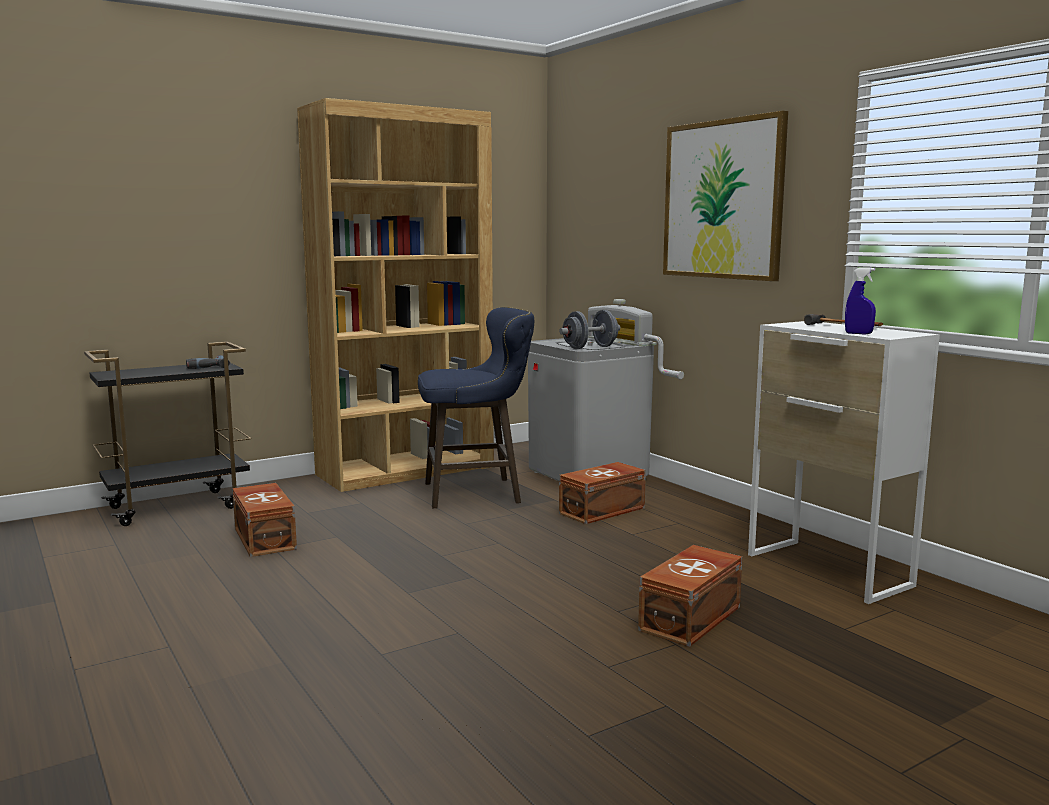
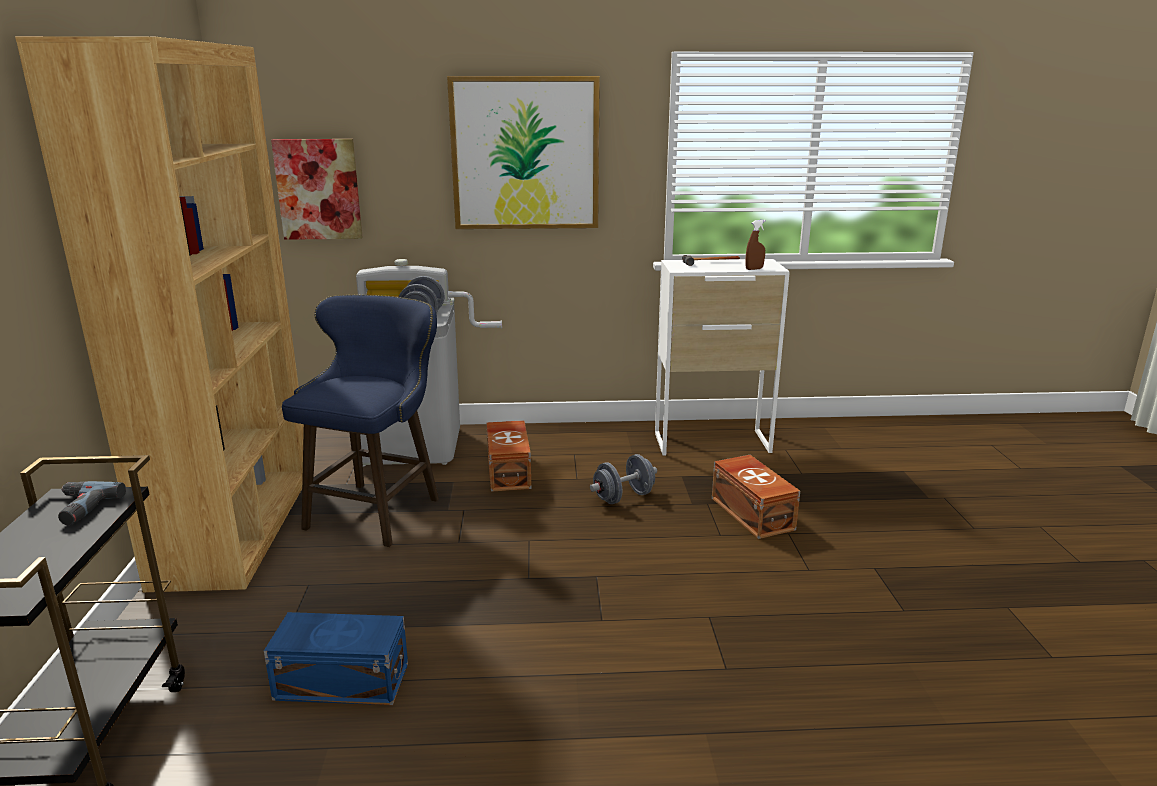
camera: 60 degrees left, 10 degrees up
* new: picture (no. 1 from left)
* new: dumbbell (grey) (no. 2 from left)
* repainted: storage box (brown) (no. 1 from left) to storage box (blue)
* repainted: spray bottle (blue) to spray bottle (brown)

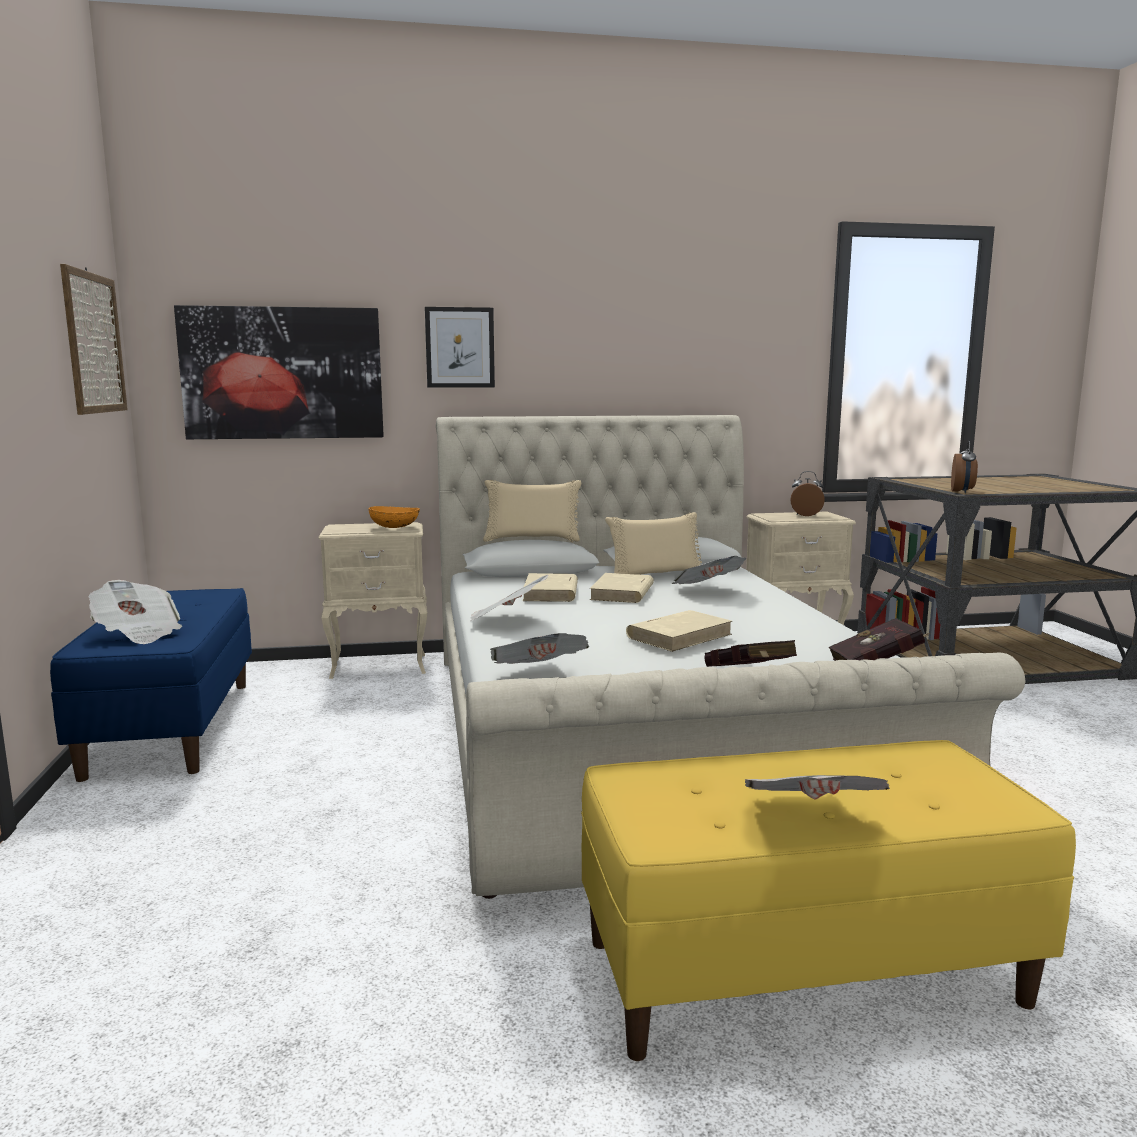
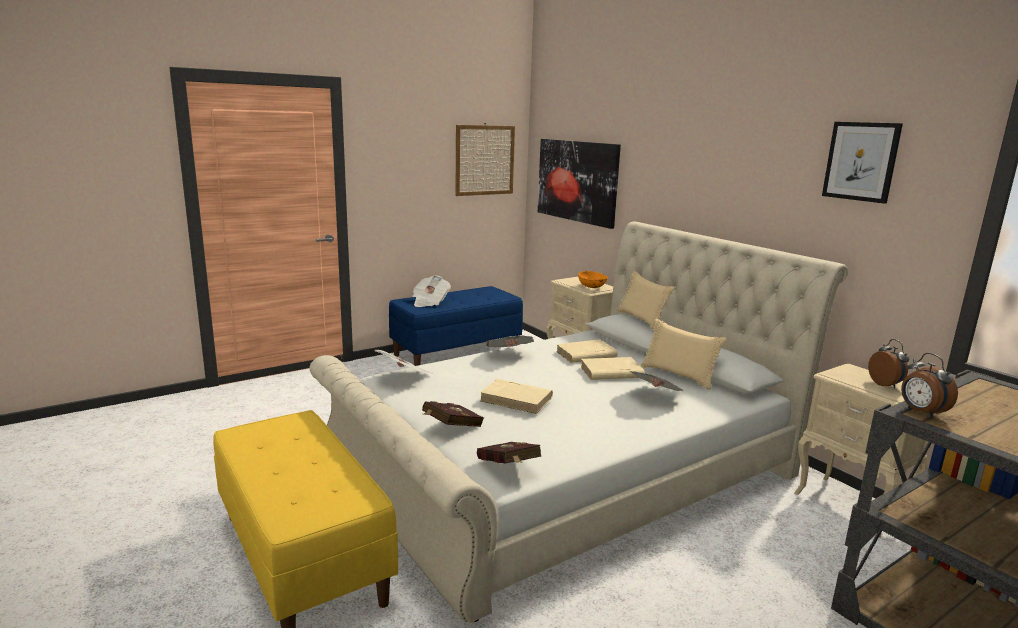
camera: 65 degrees right, 5 degrees up
* gone: newspaper (no. 5 from left)
* shifted: picture (no. 3 from left)
* rotated: alarm clock (no. 2 from left) 75 degrees clockwise

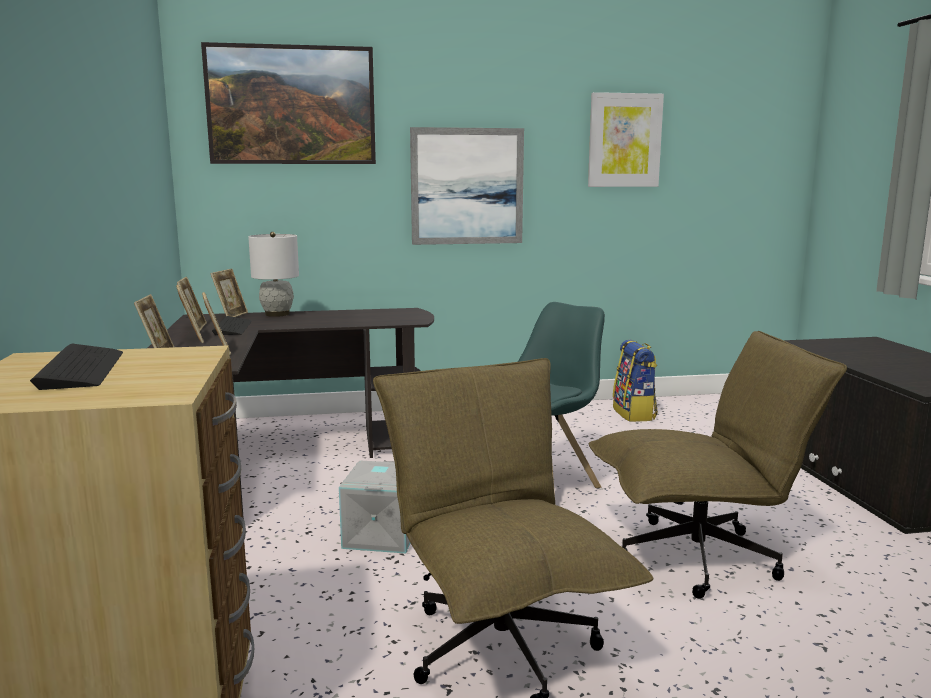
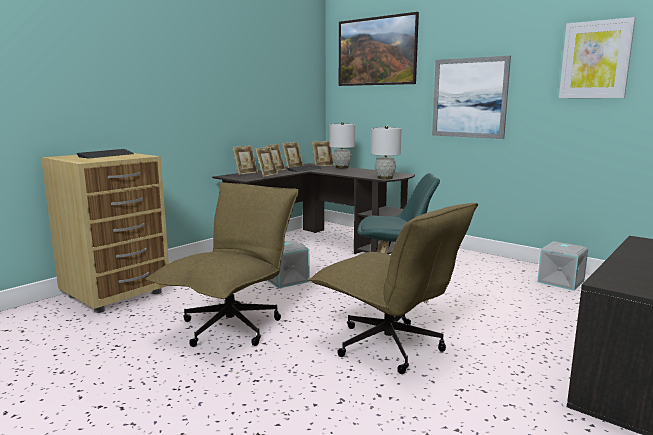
camera: 50 degrees right, 0 degrees up
* new: table lamp (white) (no. 2 from left)
* swapped: backpack to storage box (grey) (no. 2 from left)

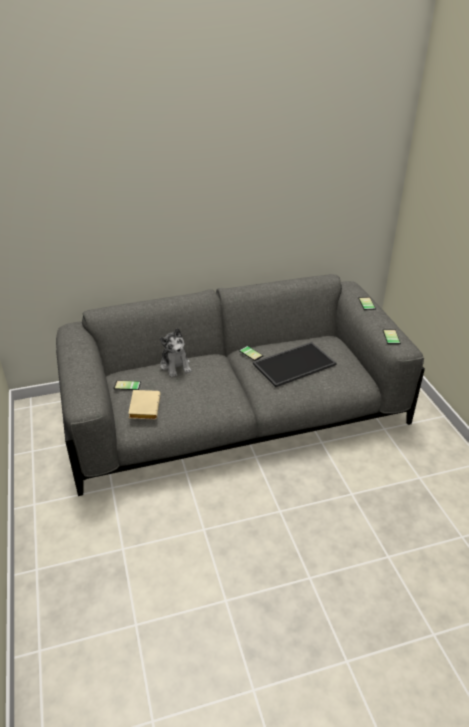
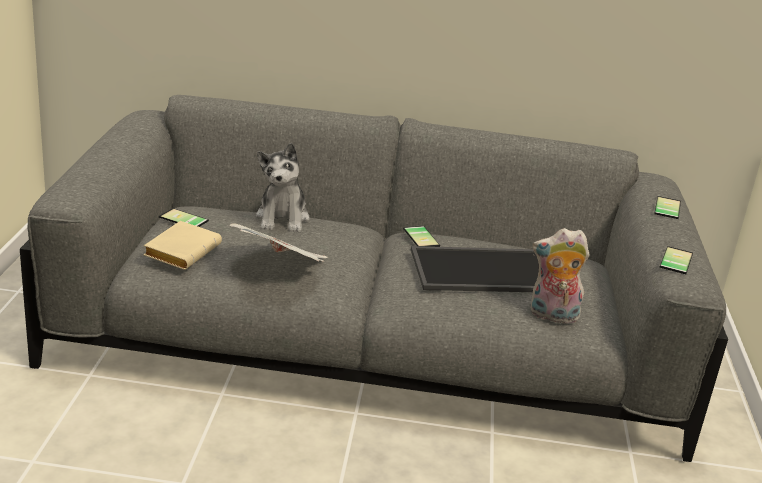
camera: 20 degrees right, 10 degrees down
* new: newspaper
* new: plush toy (no. 2 from left)

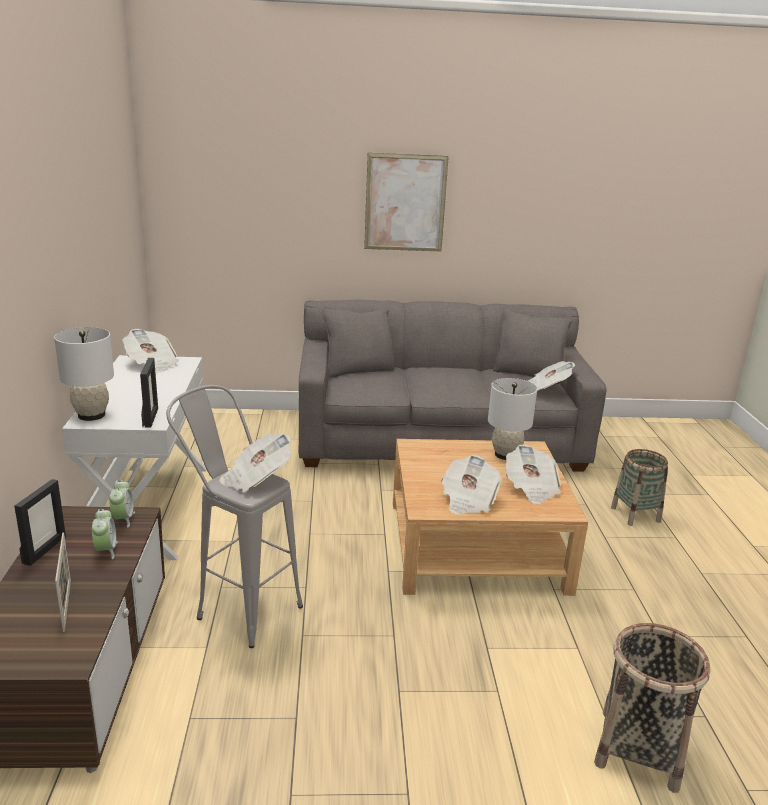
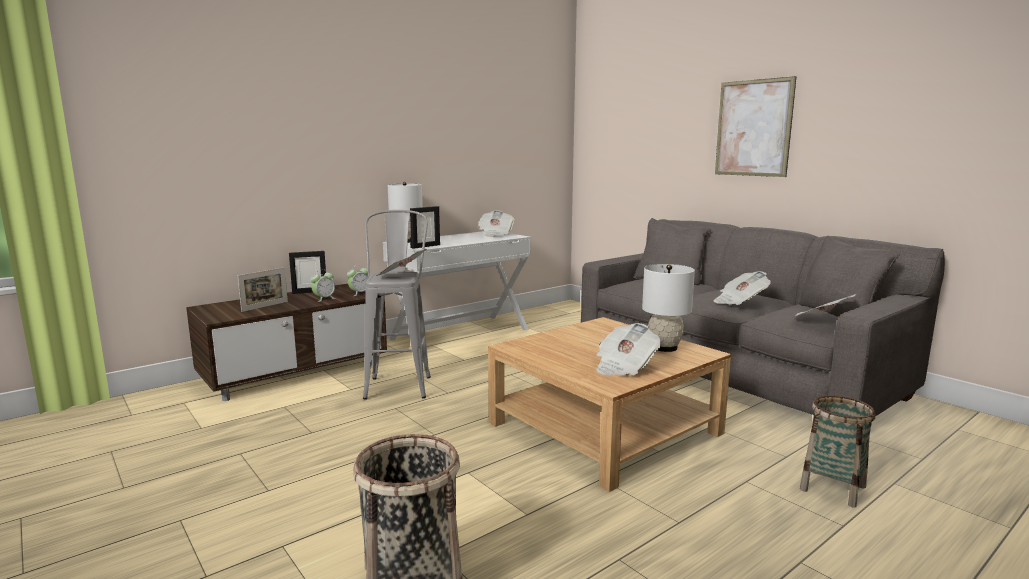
camera: 55 degrees right, 10 degrees down
* shifted: newspaper (no. 3 from left in the first image) to newspaper (no. 4 from left)

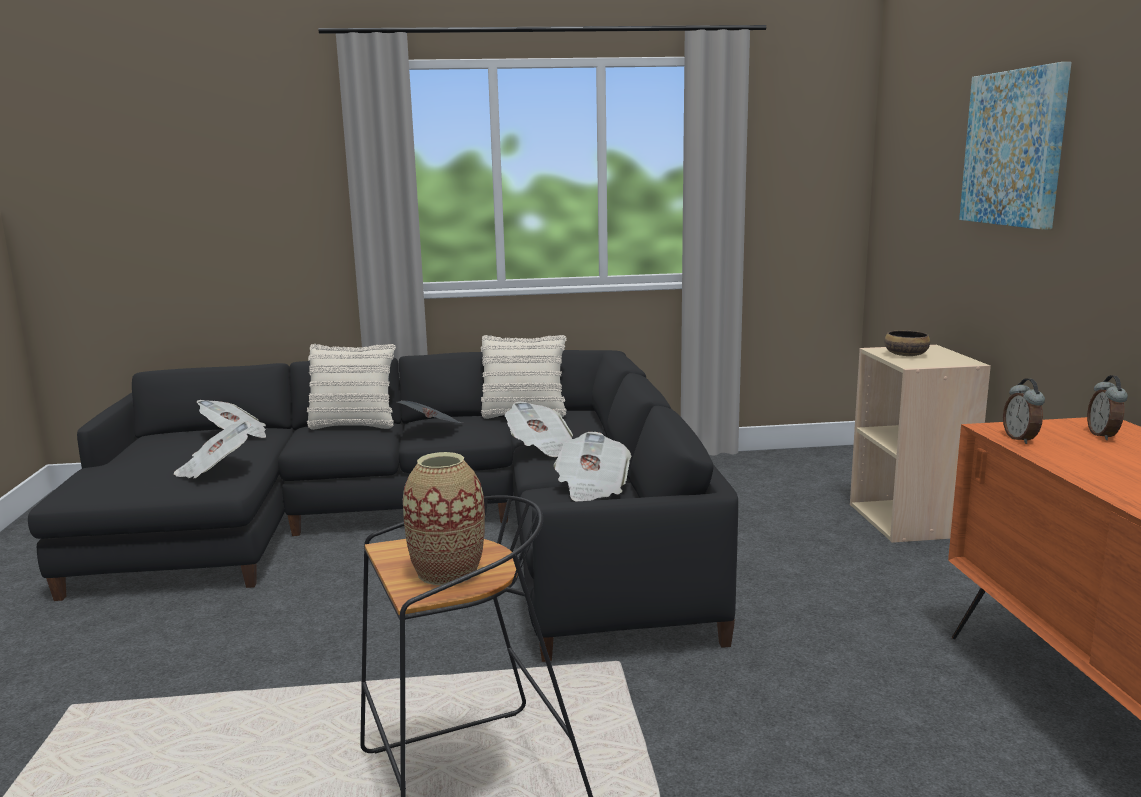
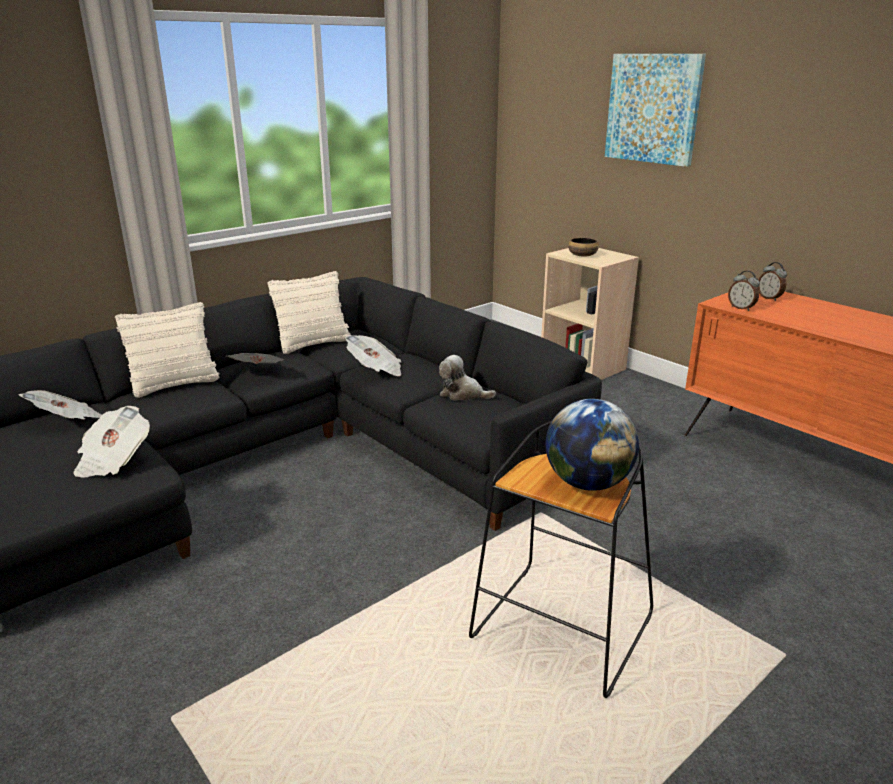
camera: 35 degrees left, 10 degrees up
* swapped: vase to globe
* swapped: newspaper (no. 5 from left) to plush toy

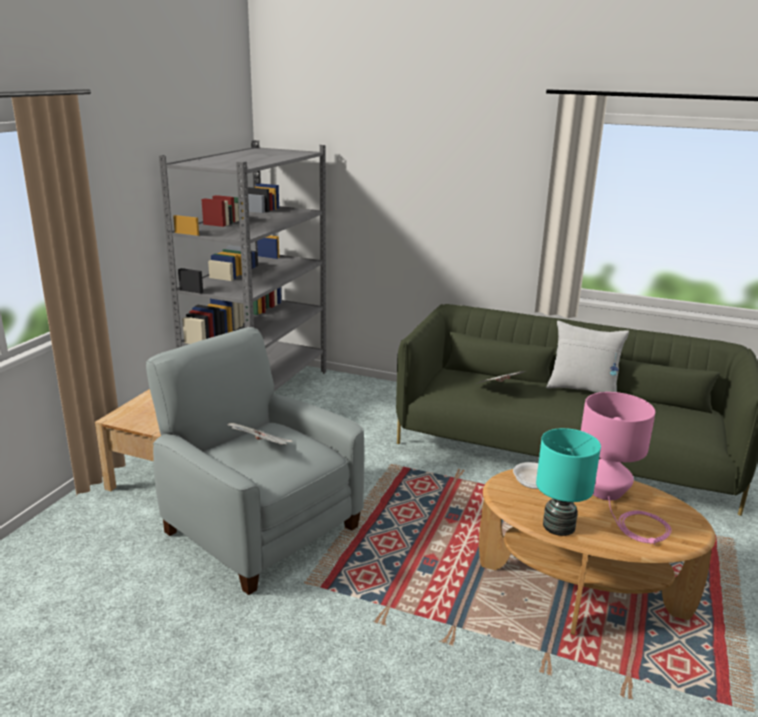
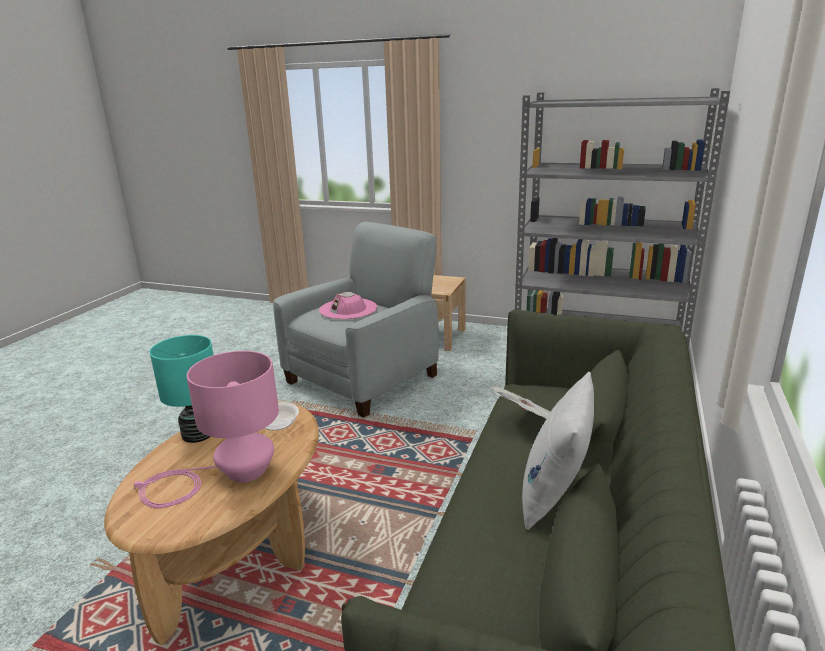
camera: 90 degrees right, 0 degrees up
* swapped: newspaper (no. 1 from left) to hat (pink)

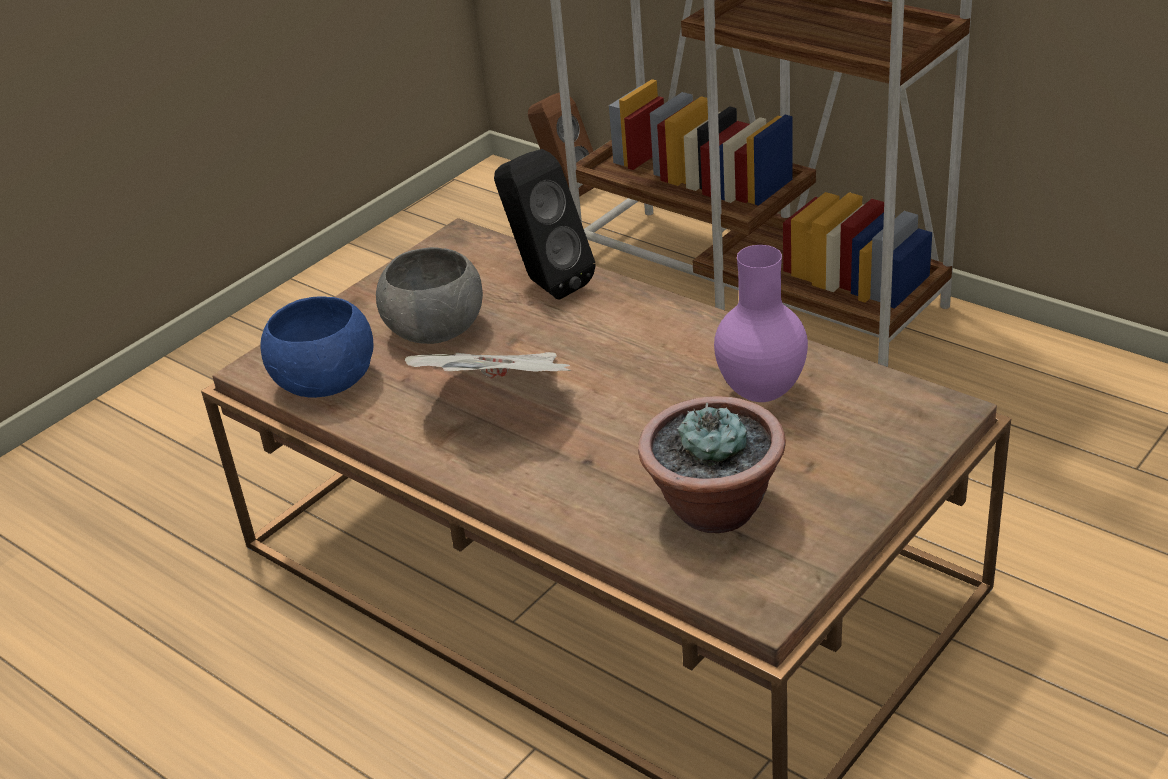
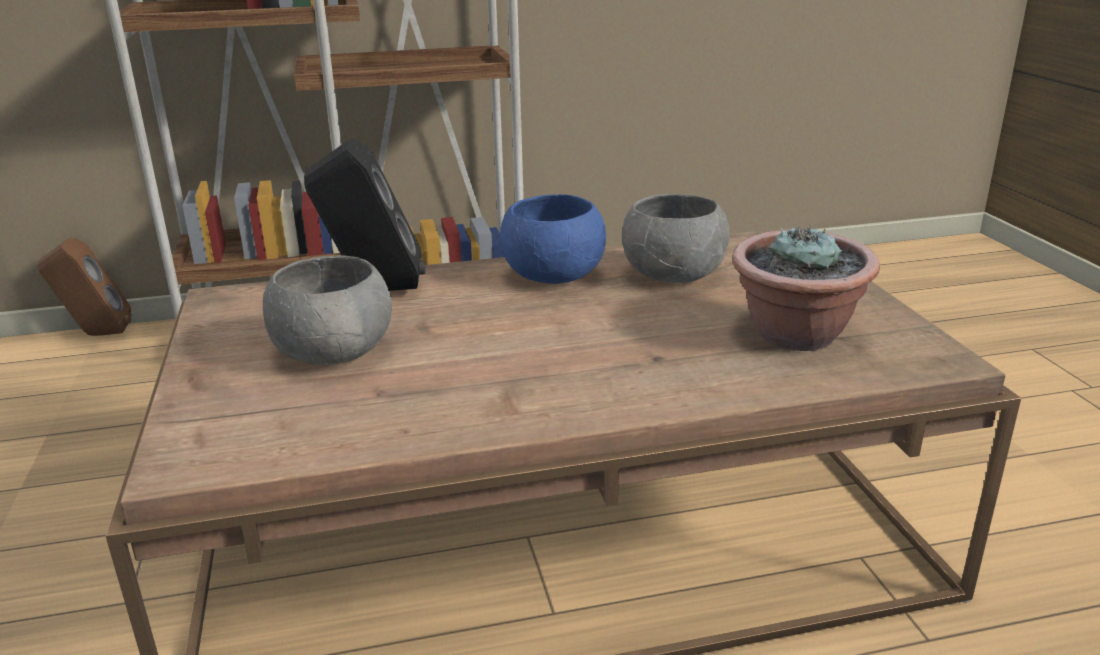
camera: 55 degrees left, 10 degrees down
* gone: newspaper
* shifted: bowl (blue)
* swapped: vase (purple) to bowl (grey) (no. 2 from left)

